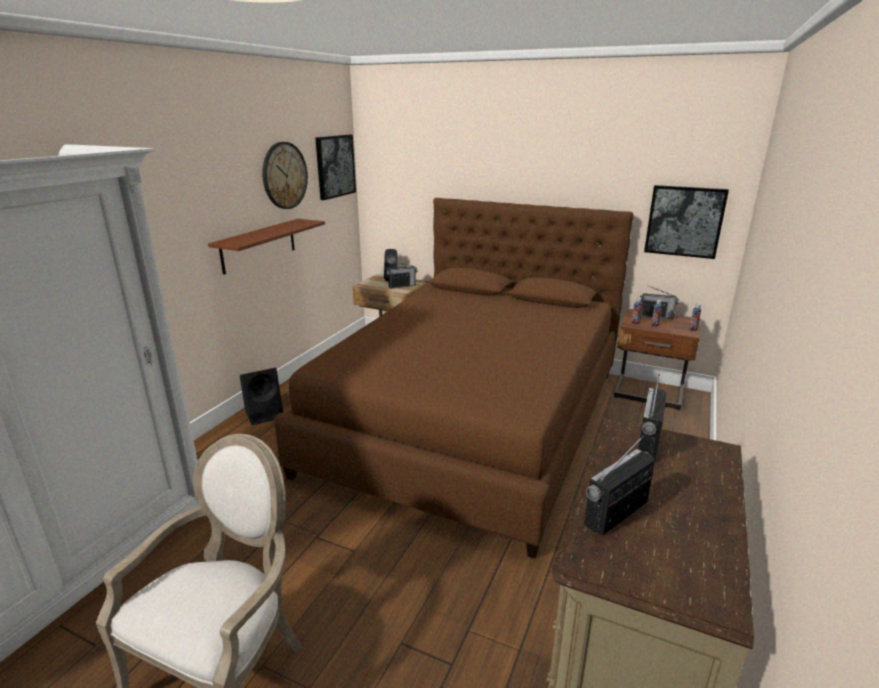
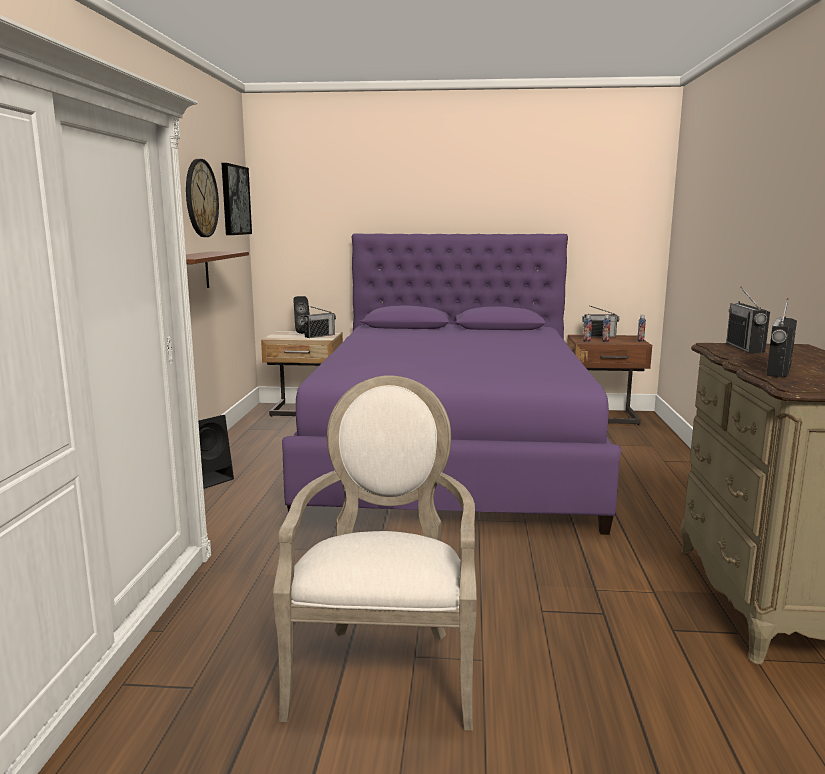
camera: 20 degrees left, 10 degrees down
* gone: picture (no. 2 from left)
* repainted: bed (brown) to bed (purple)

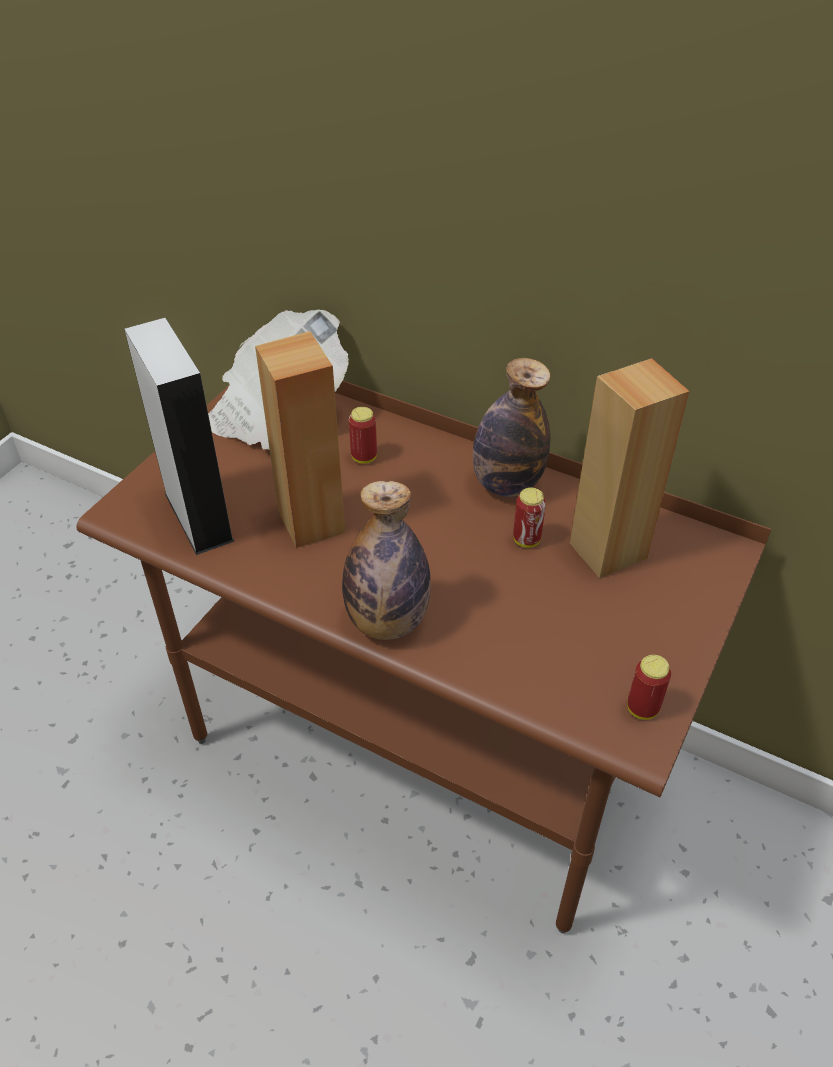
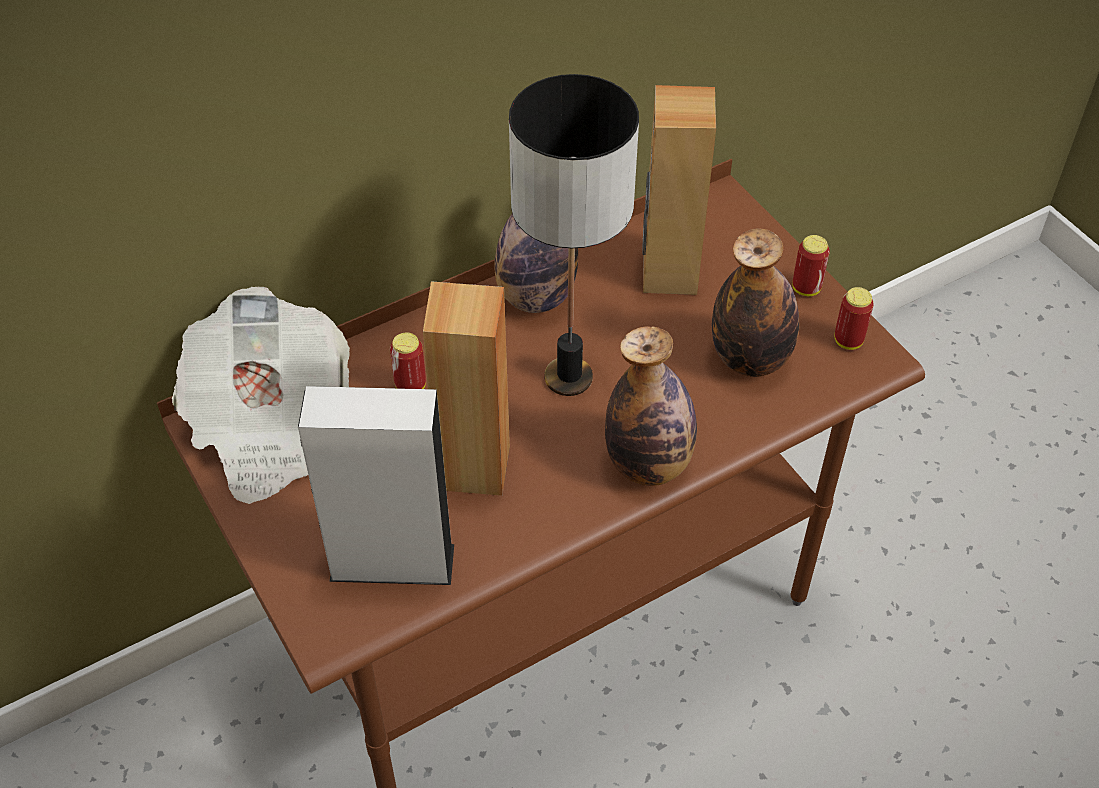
camera: 60 degrees left, 5 degrees up
* new: table lamp
* new: bottle (no. 3 from left)
* shifted: can (no. 2 from left)

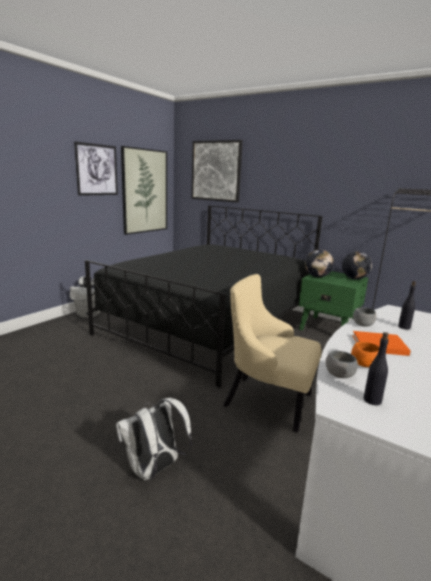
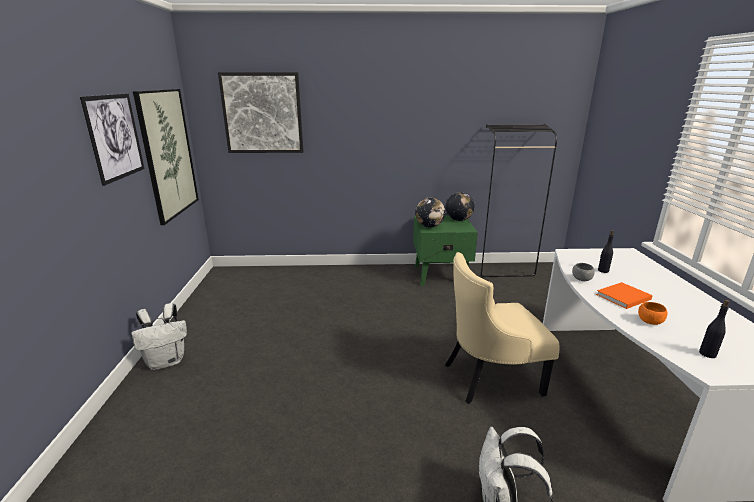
camera: 35 degrees left, 5 degrees up
* gone: bed (black)
* gone: bowl (grey) (no. 1 from left)

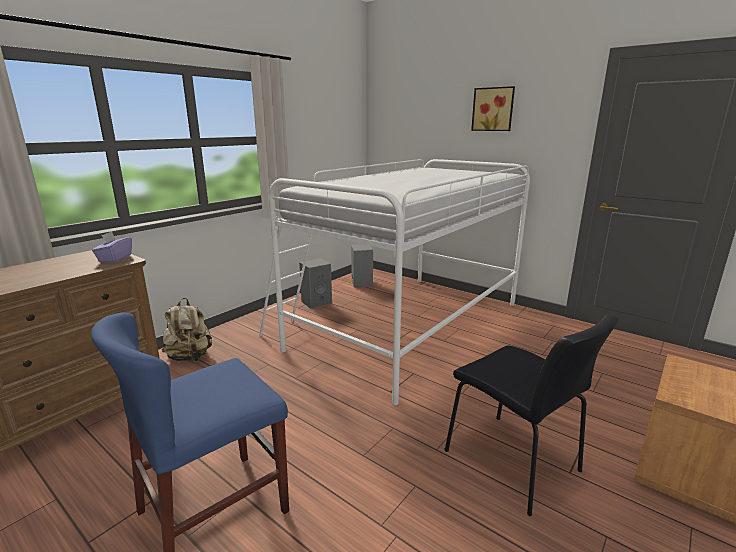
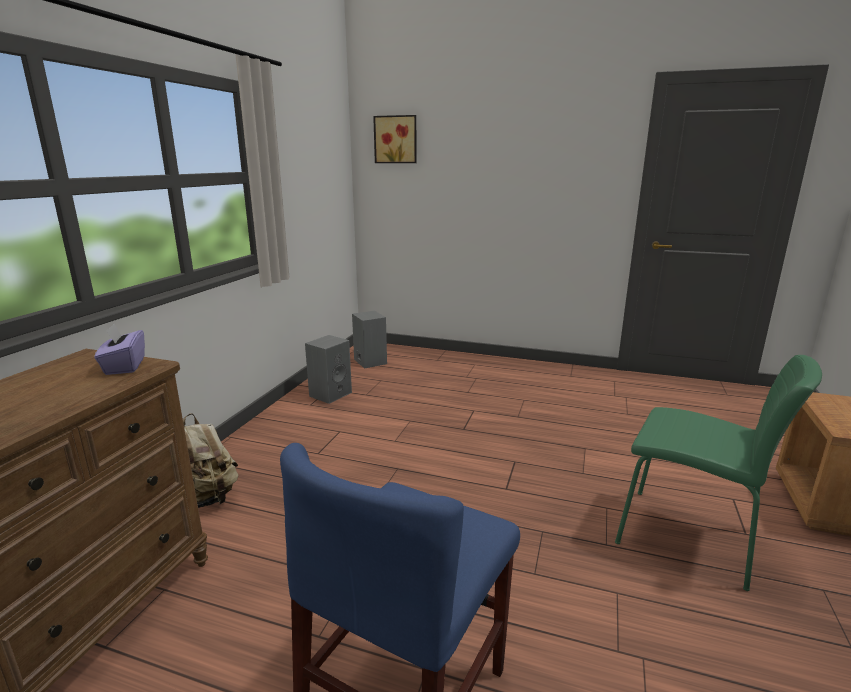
camera: 20 degrees left, 0 degrees up
* gone: bed (white)
* shifted: picture
* repainted: chair (black) to chair (green)

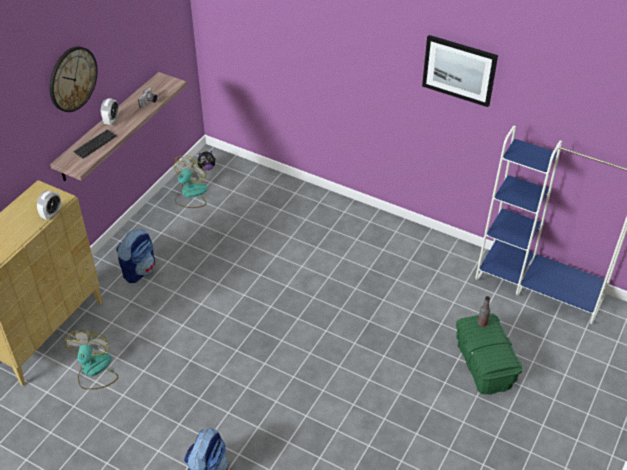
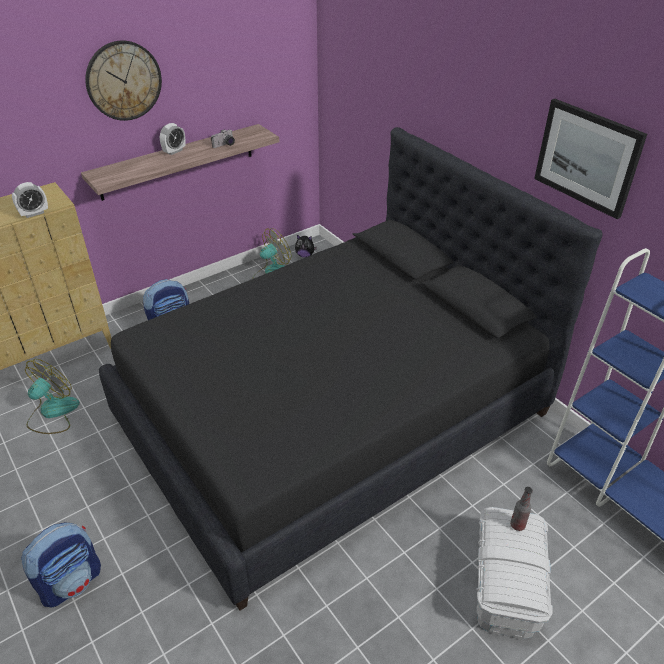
camera: 25 degrees right, 5 degrees down
* gone: keyboard
* new: bed (black)
* repainted: storage box (green) to storage box (white)

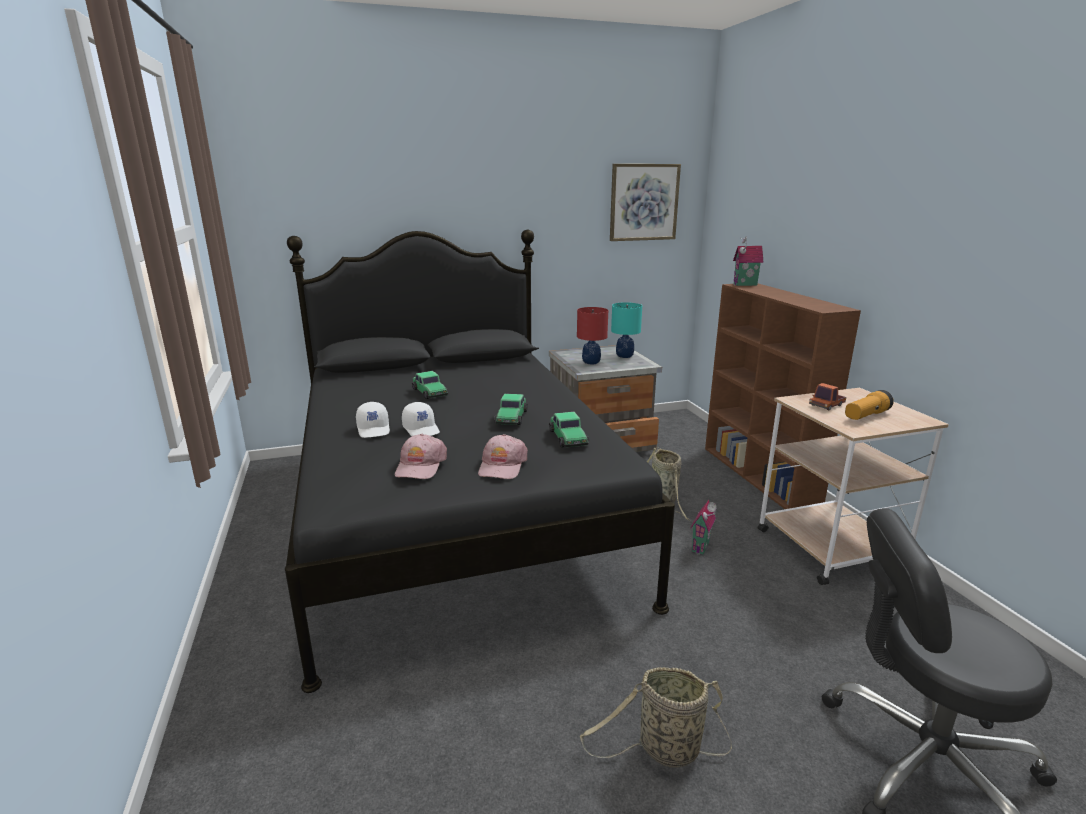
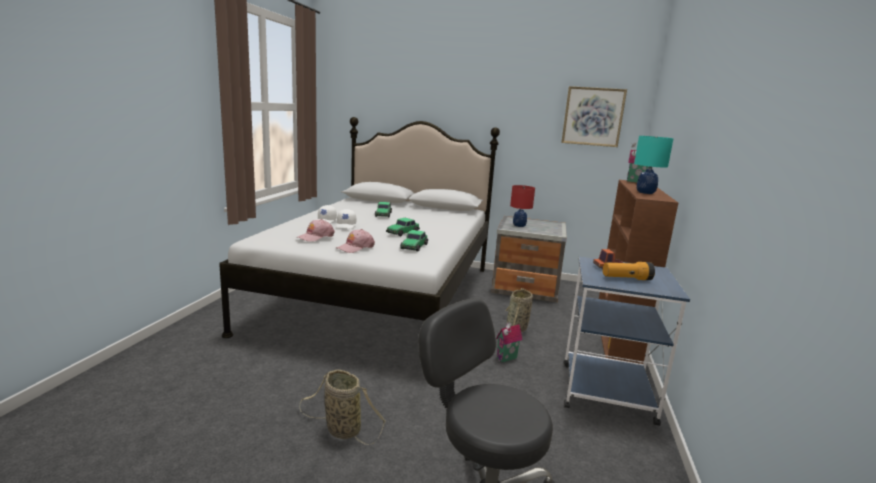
camera: 30 degrees right, 5 degrees down
* shifted: table lamp (turquoise)
* repainted: bed (black) to bed (white)
* repainted: cart (beige) to cart (blue)

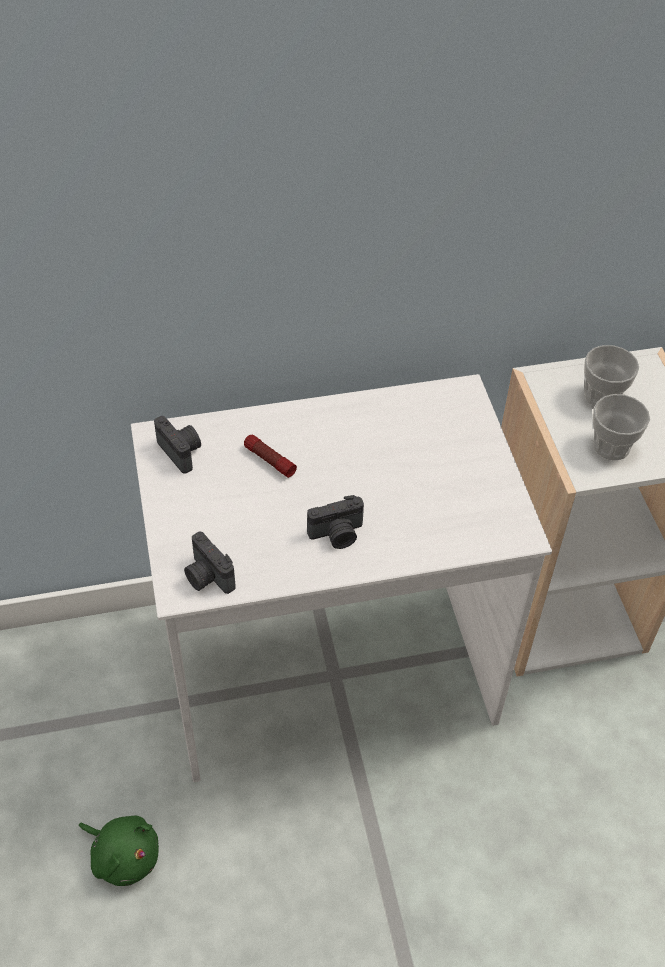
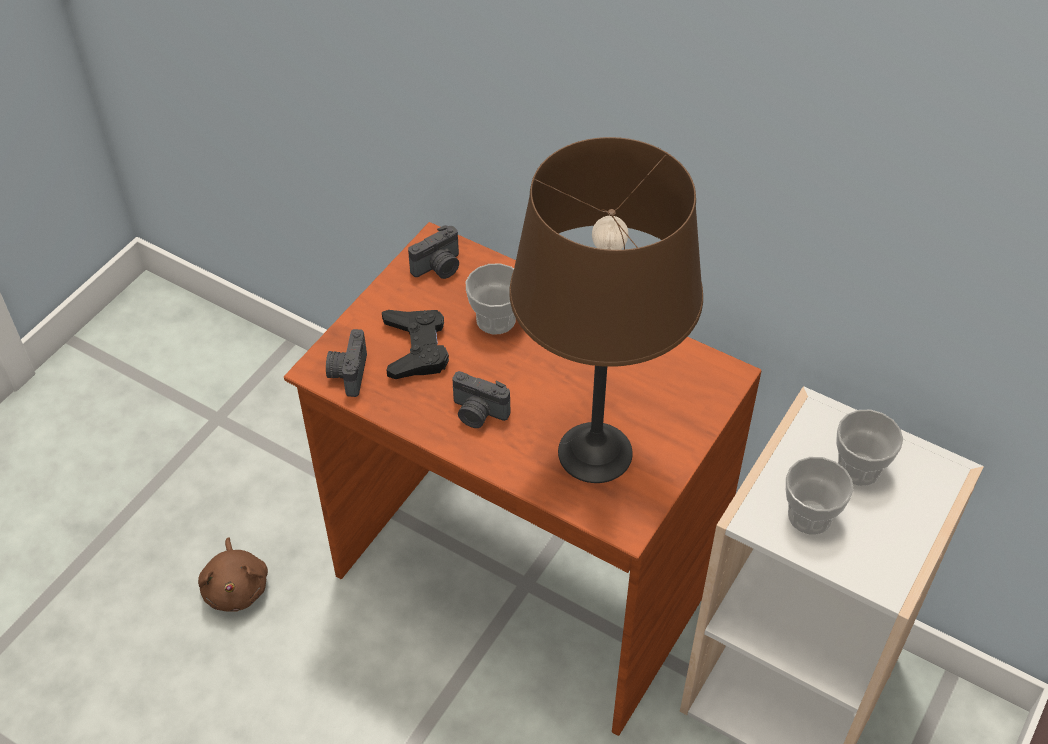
camera: 45 degrees right, 0 degrees up
* new: game controller (black)
* new: table lamp (brown)
* swapped: flashlight to cup (no. 1 from left)
* repainted: plush toy (green) to plush toy (brown)
* repainted: desk (white) to desk (brown)
* rotated: photo camera (no. 1 from left in the first image) 45 degrees clockwise

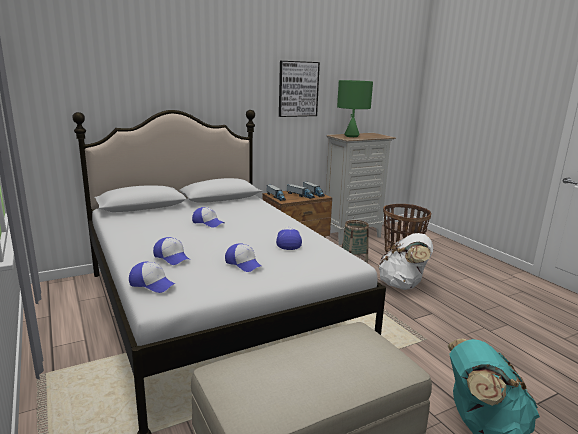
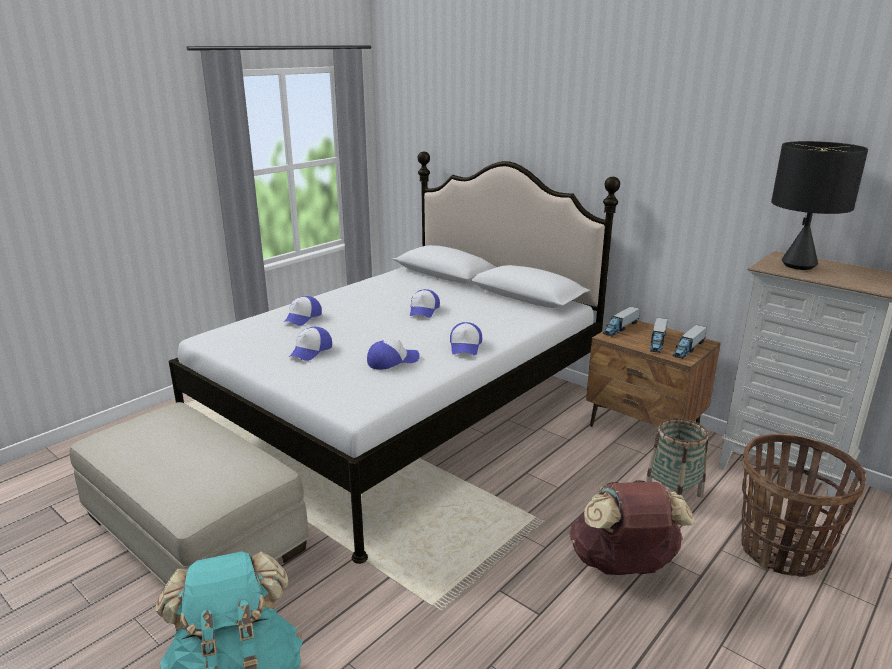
camera: 70 degrees right, 5 degrees up
* gone: picture
* shifted: cap (no. 1 from left in the first image) to cap (no. 5 from left)
* repainted: table lamp (green) to table lamp (black)
* repainted: backpack (white) to backpack (brown)

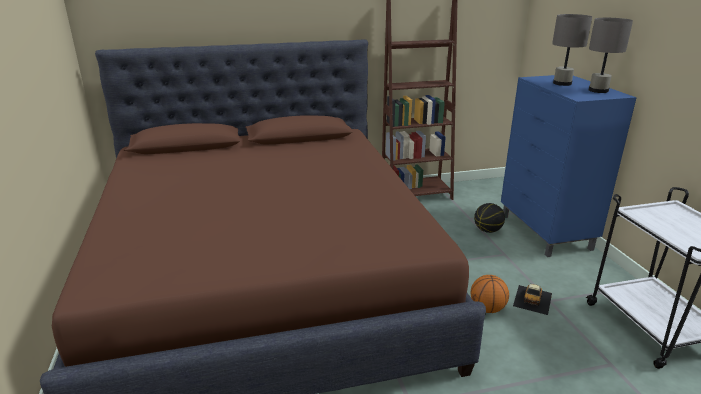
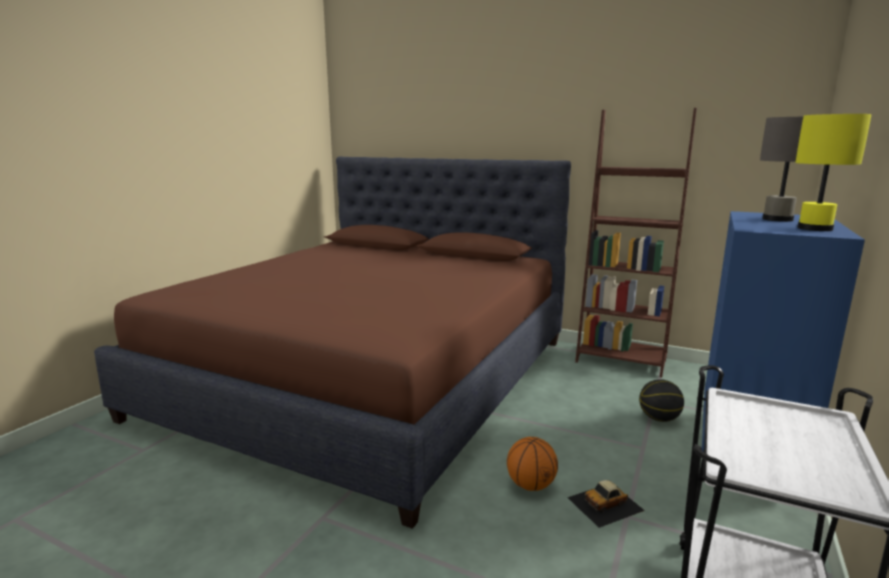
camera: 40 degrees right, 10 degrees down
* repainted: table lamp (grey) (no. 2 from left) to table lamp (yellow)

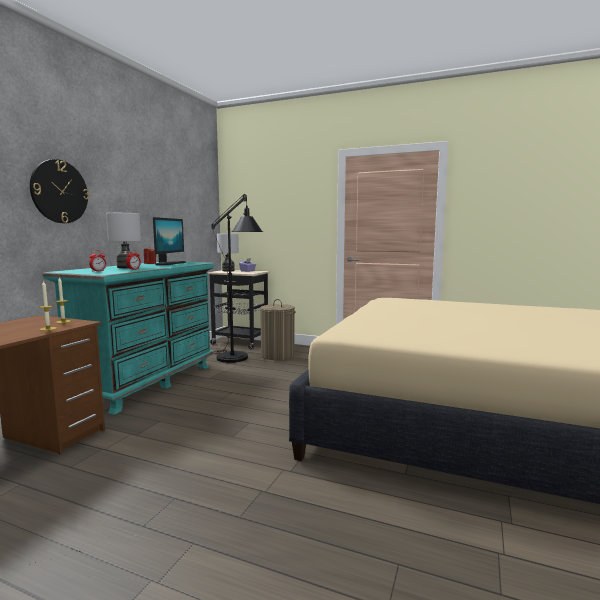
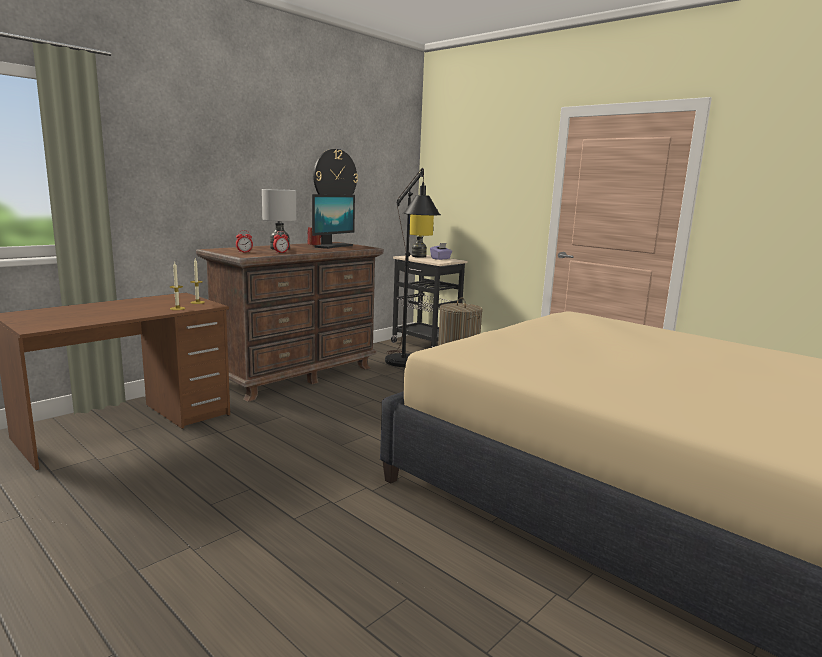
camera: 20 degrees right, 5 degrees up
* shifted: wall clock
* repainted: dresser (turquoise) to dresser (brown)
* repainted: table lamp (grey) (no. 2 from left) to table lamp (yellow)

